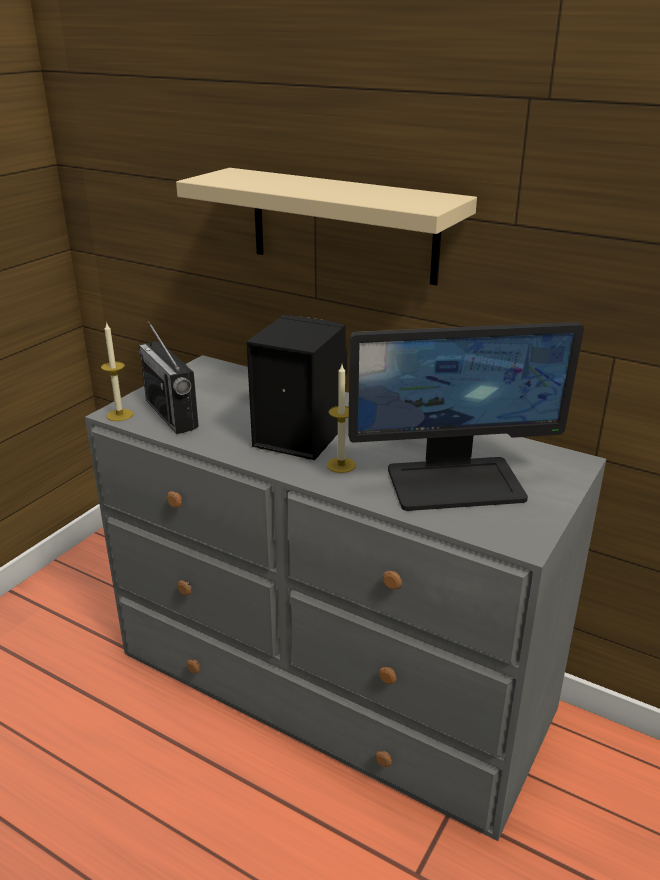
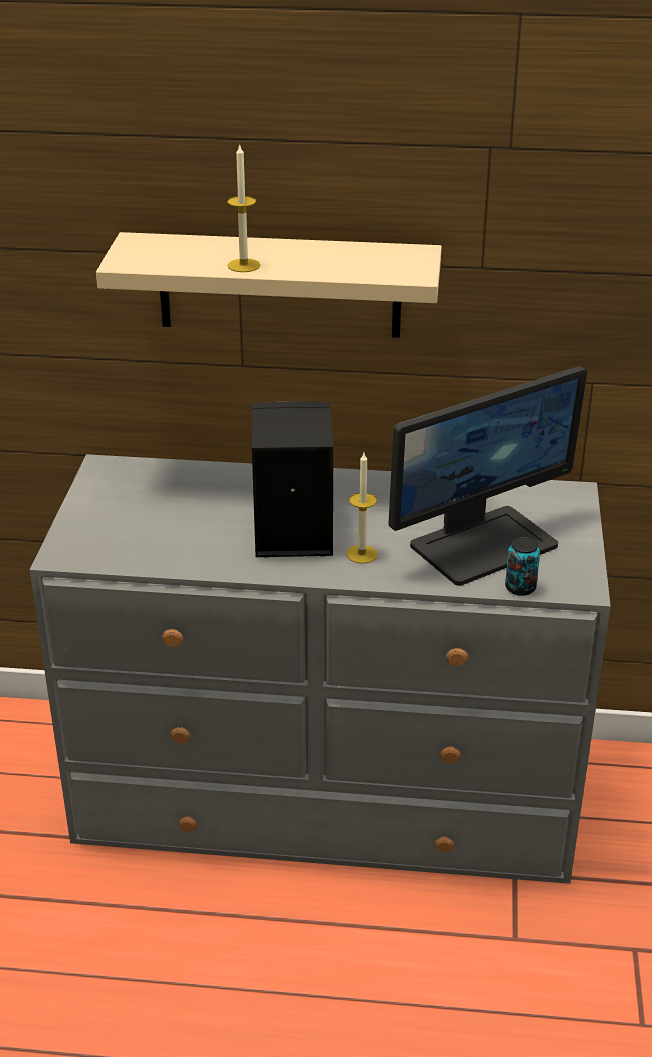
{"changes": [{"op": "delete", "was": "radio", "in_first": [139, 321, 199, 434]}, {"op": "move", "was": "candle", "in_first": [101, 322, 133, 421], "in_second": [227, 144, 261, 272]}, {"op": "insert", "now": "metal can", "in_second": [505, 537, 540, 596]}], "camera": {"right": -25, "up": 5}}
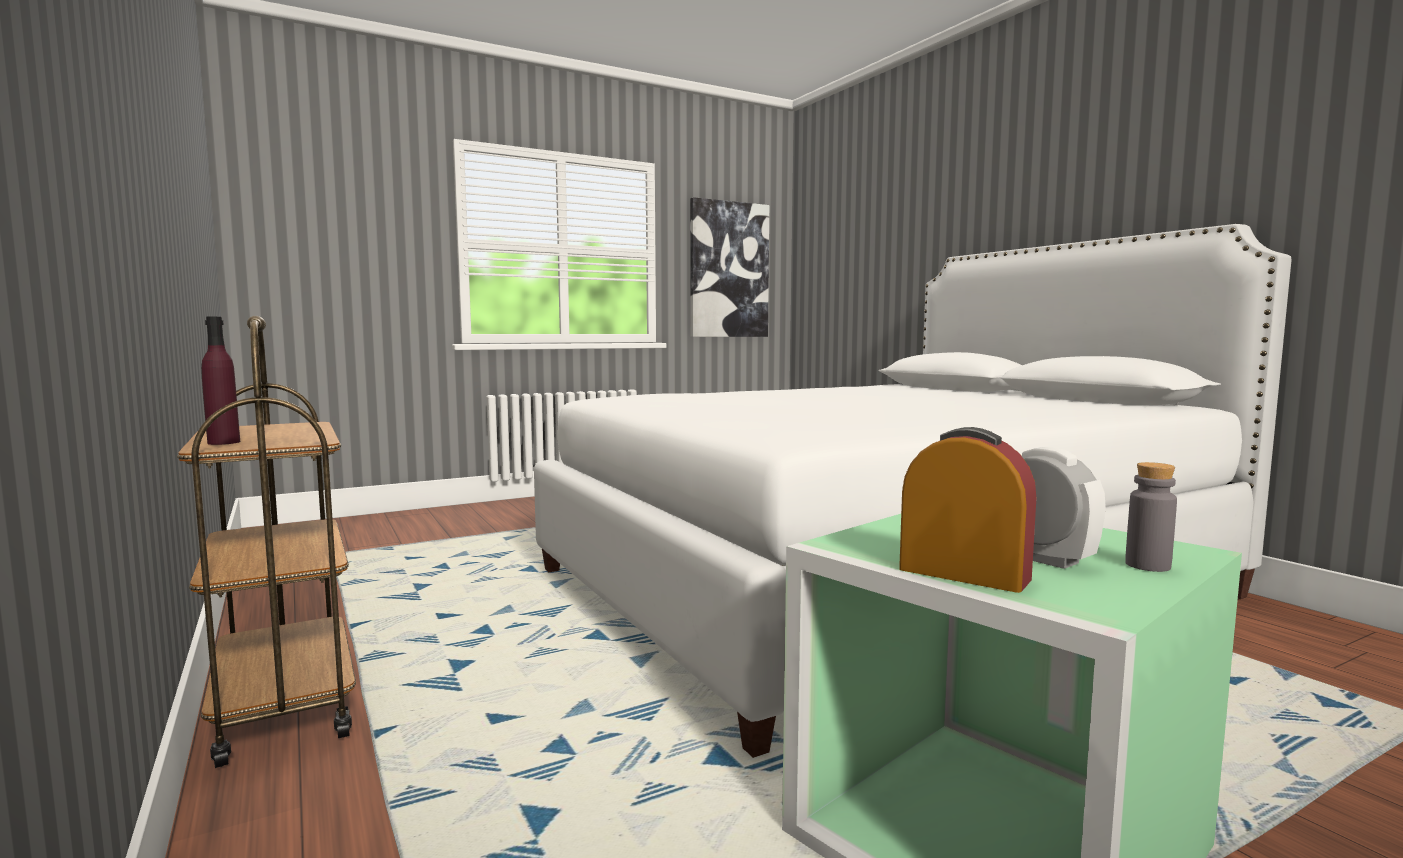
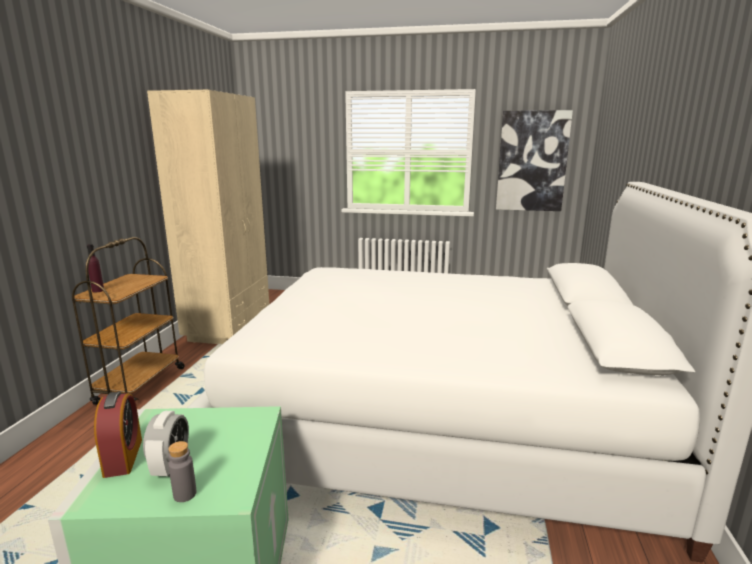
{"changes": [{"op": "insert", "now": "beige clothes cupboard", "in_second": [147, 90, 269, 344]}], "camera": {"right": 40, "up": 10}}
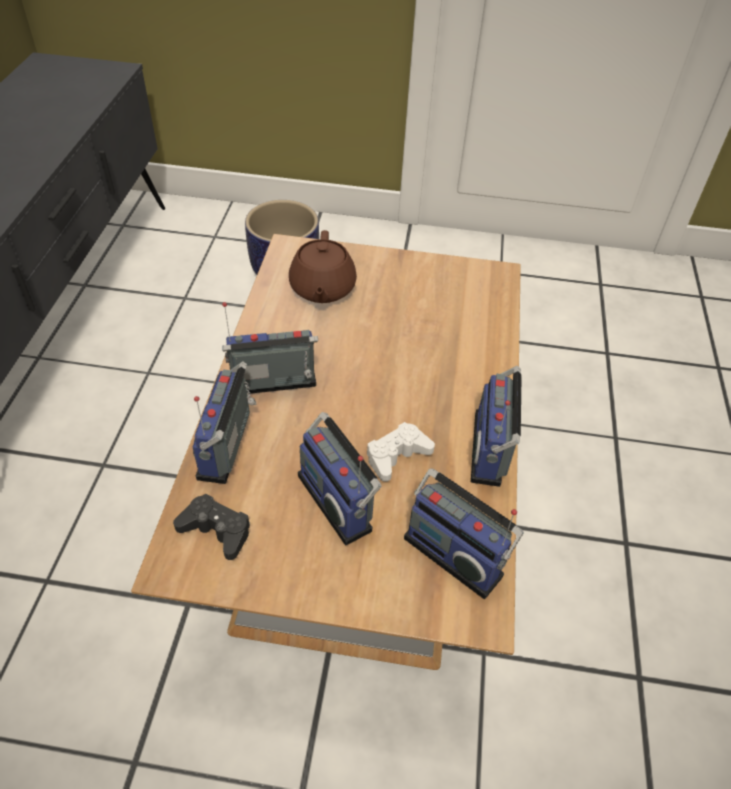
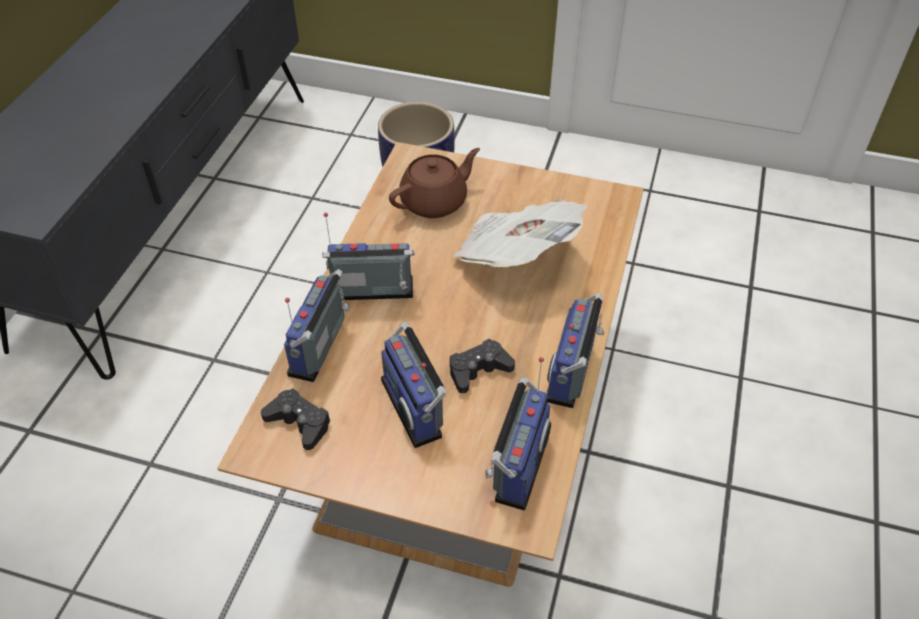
{"changes": [{"op": "rotate", "was": "brown-coloured pot for tea", "in_first": [289, 230, 357, 303], "in_second": [389, 148, 480, 218], "clockwise": -135}, {"op": "recolor", "was": "white-coloured joypad", "now": "black-coloured joypad", "in_first": [367, 422, 435, 482], "in_second": [450, 339, 515, 393]}, {"op": "rotate", "was": "radio", "in_first": [404, 469, 524, 599], "in_second": [485, 357, 551, 510], "clockwise": -120}, {"op": "insert", "now": "newspaper", "in_second": [452, 200, 588, 267]}], "camera": {"right": 10, "up": 0}}
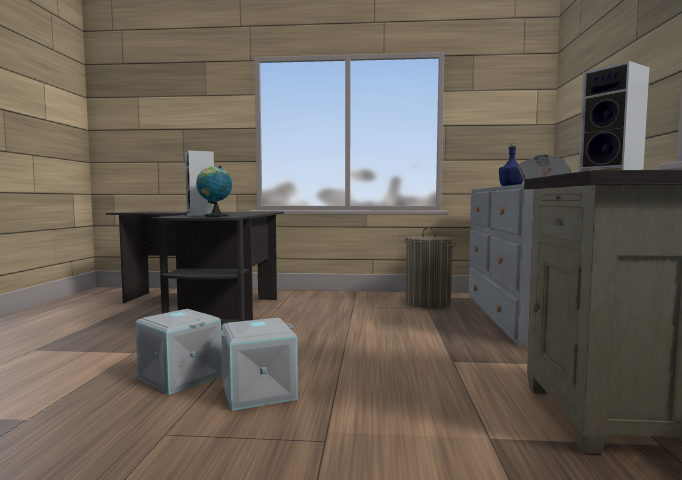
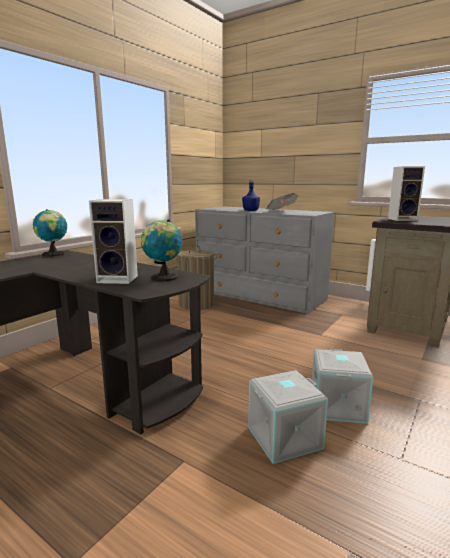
{"changes": [{"op": "insert", "now": "world globe", "in_second": [33, 209, 67, 256]}], "camera": {"right": -60, "up": 10}}
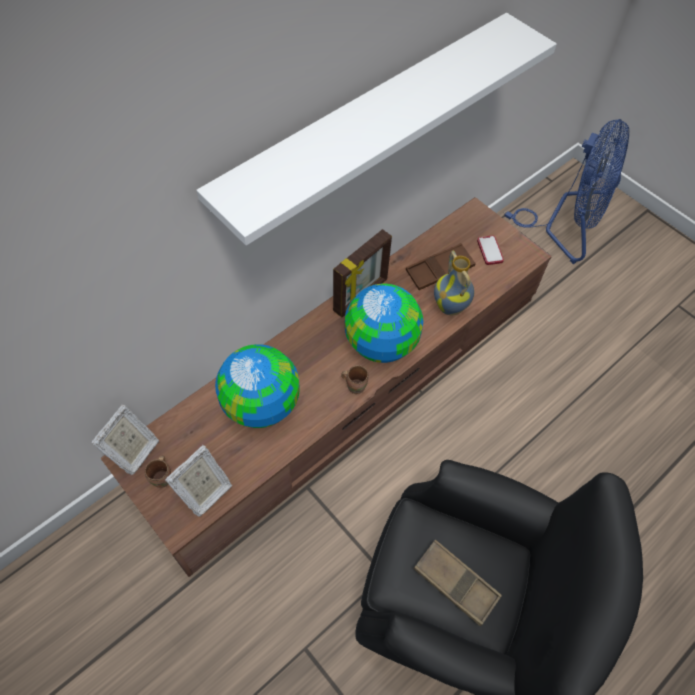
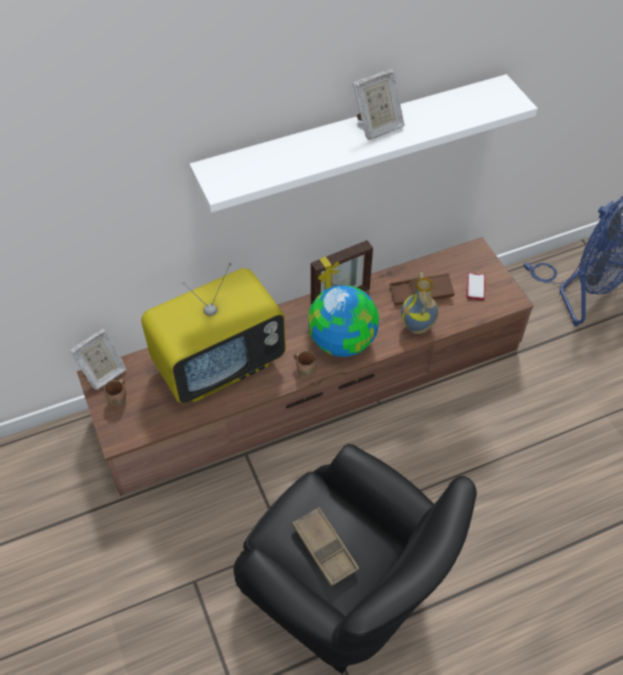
{"changes": [{"op": "replace", "was": "world globe", "now": "TV set", "in_first": [215, 344, 300, 428], "in_second": [141, 263, 286, 403]}, {"op": "move", "was": "picture frame", "in_first": [165, 445, 232, 517], "in_second": [353, 69, 405, 140]}], "camera": {"right": 20, "up": -5}}
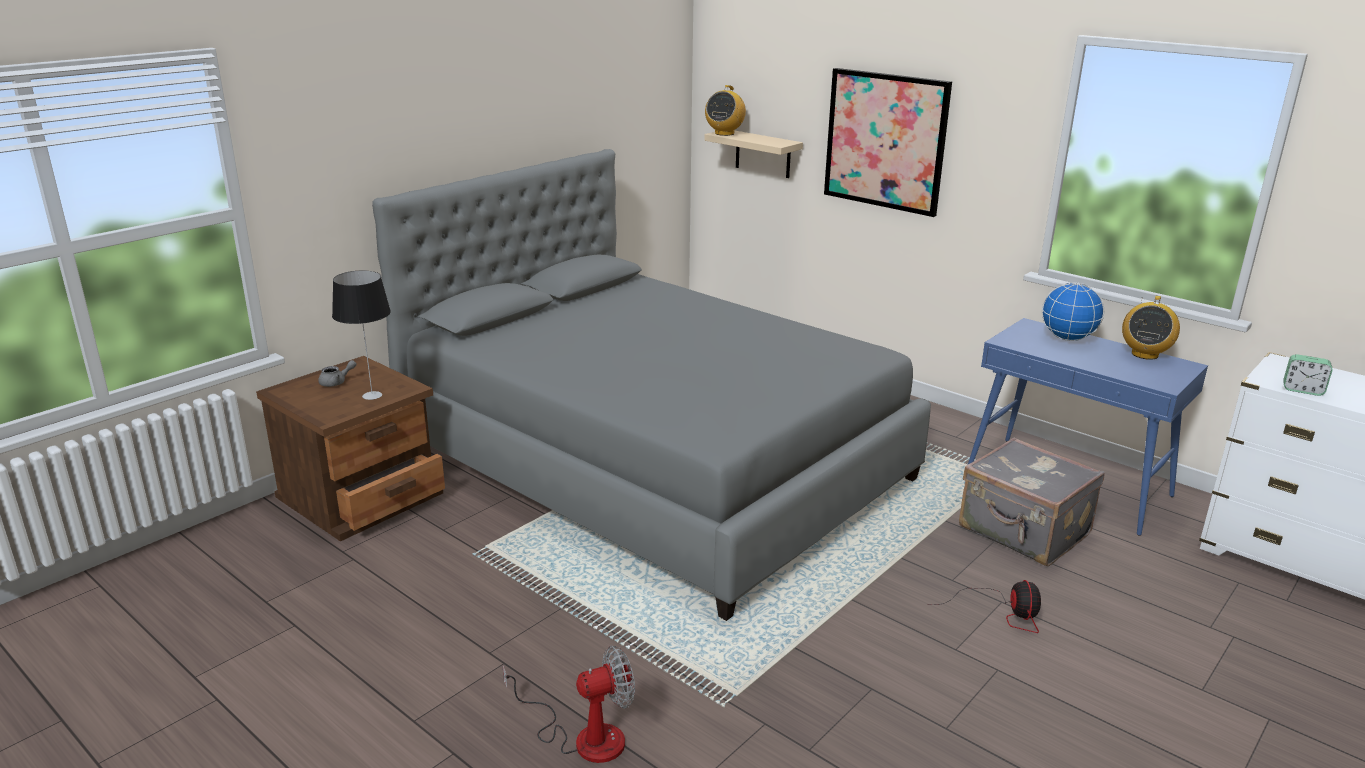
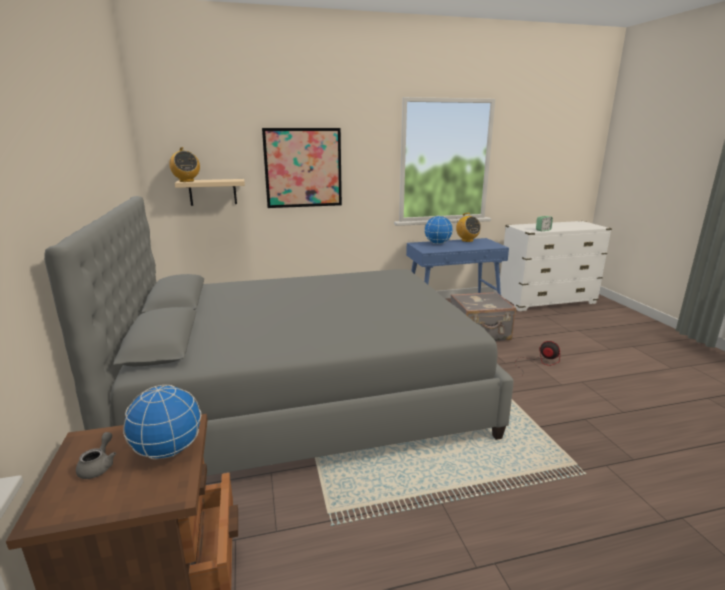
{"changes": [{"op": "replace", "was": "lamp for a table", "now": "world globe", "in_first": [332, 271, 391, 400], "in_second": [123, 385, 201, 460]}, {"op": "delete", "was": "cooling fan", "in_first": [503, 645, 635, 763]}], "camera": {"right": -55, "up": -5}}
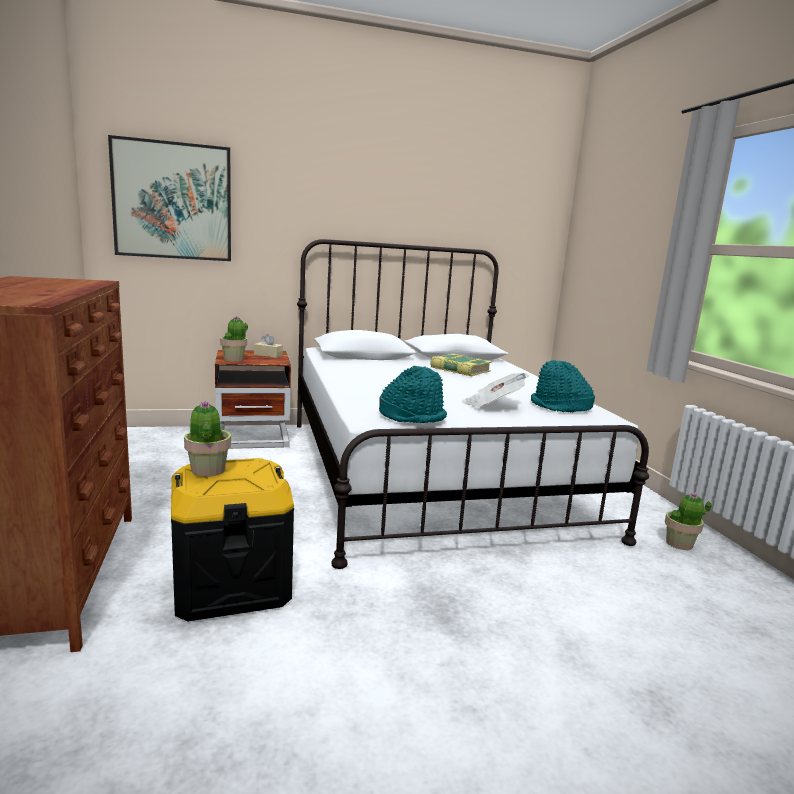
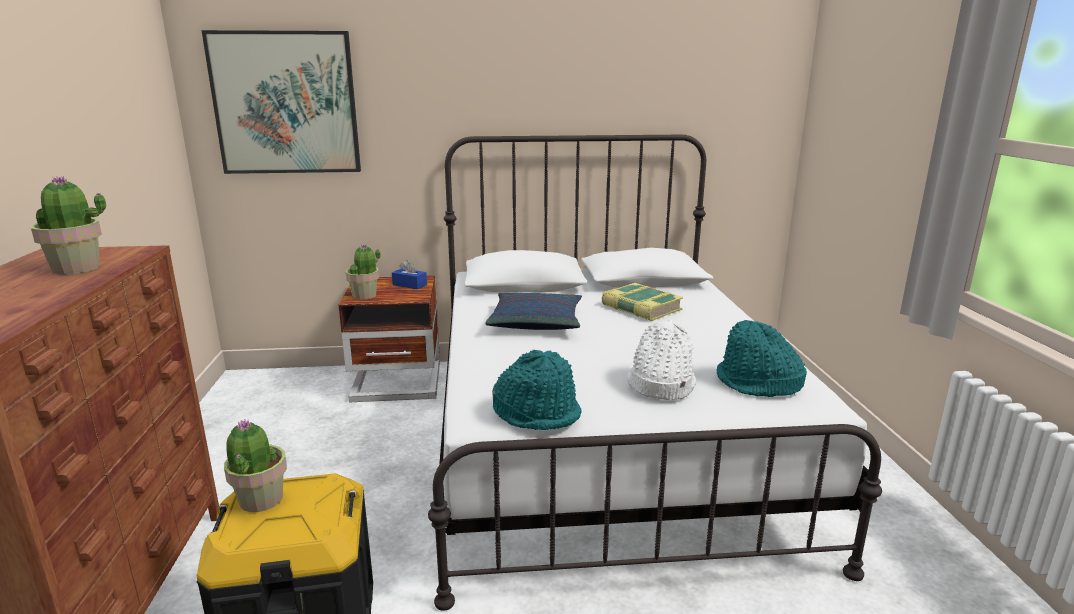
{"changes": [{"op": "recolor", "was": "beige tissue holder", "now": "blue-coloured tissue holder", "in_first": [254, 334, 283, 358], "in_second": [392, 260, 427, 289]}, {"op": "replace", "was": "newspaper", "now": "white-coloured wearable hat", "in_first": [462, 373, 529, 408], "in_second": [627, 319, 696, 400]}, {"op": "move", "was": "potted plant", "in_first": [665, 492, 711, 550], "in_second": [30, 176, 106, 275]}, {"op": "insert", "now": "blue-coloured cushion", "in_second": [485, 293, 582, 330]}], "camera": {"right": 10, "up": 5}}
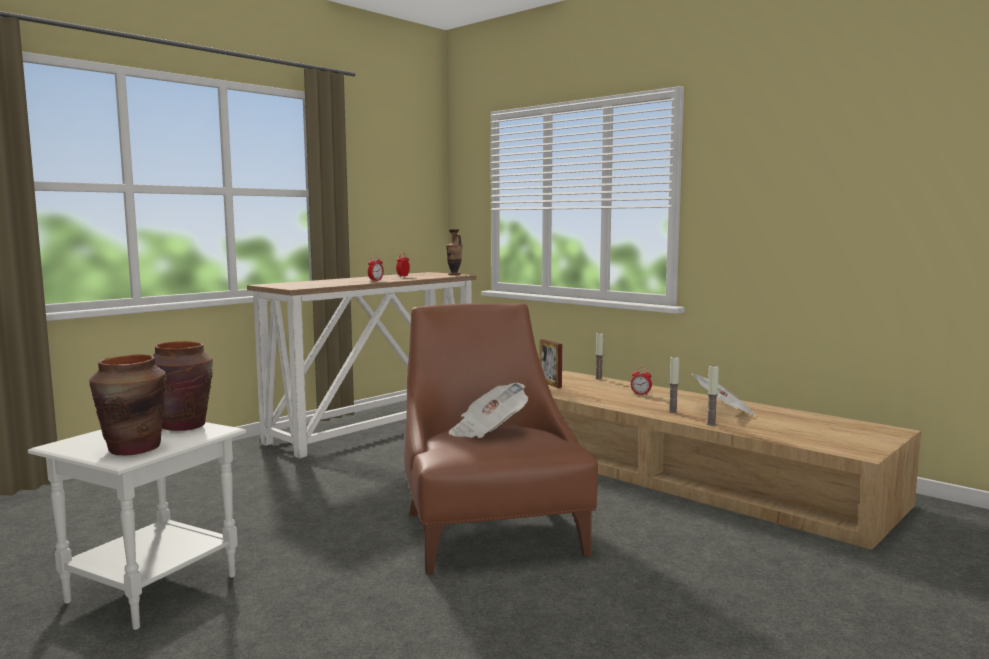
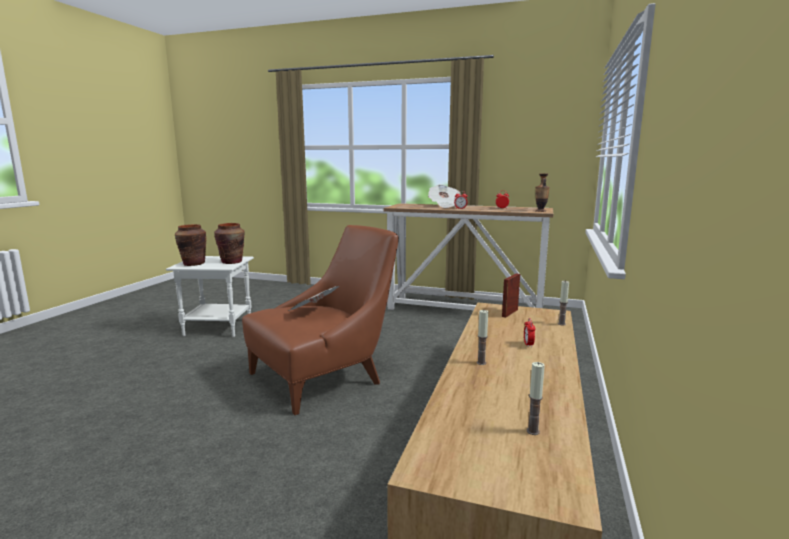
{"changes": [{"op": "move", "was": "candle", "in_first": [706, 366, 719, 426], "in_second": [527, 362, 545, 435]}, {"op": "move", "was": "newspaper", "in_first": [691, 374, 757, 416], "in_second": [428, 185, 461, 208]}], "camera": {"right": 65, "up": 5}}
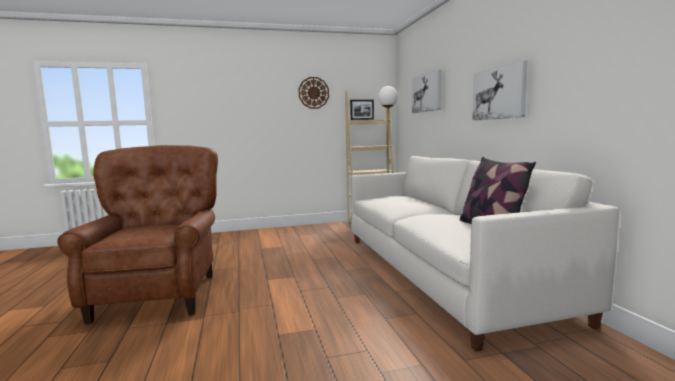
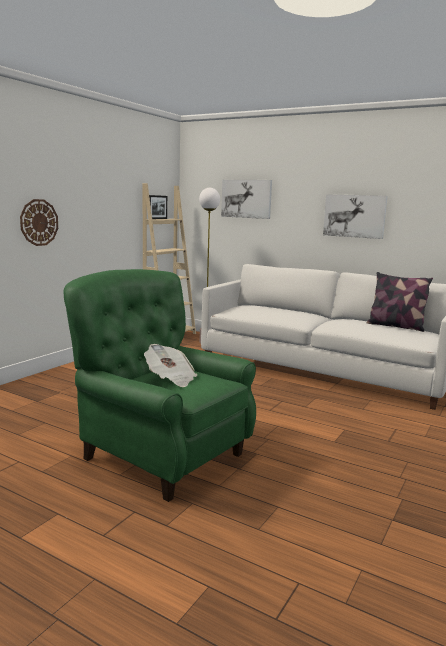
{"changes": [{"op": "move", "was": "wall clock", "in_first": [298, 77, 329, 109], "in_second": [20, 199, 58, 246]}, {"op": "recolor", "was": "brown-coloured armchair", "now": "green armchair", "in_first": [57, 145, 218, 324], "in_second": [64, 269, 256, 502]}, {"op": "insert", "now": "newspaper", "in_second": [144, 344, 197, 387]}], "camera": {"right": -45, "up": 5}}
